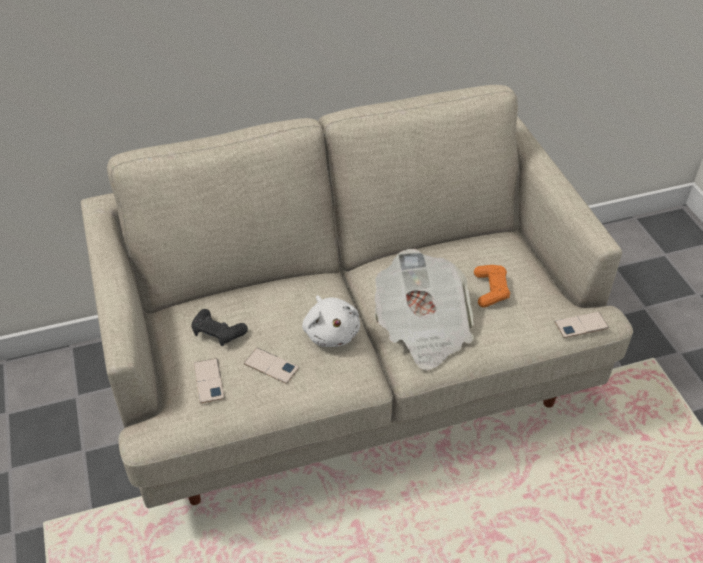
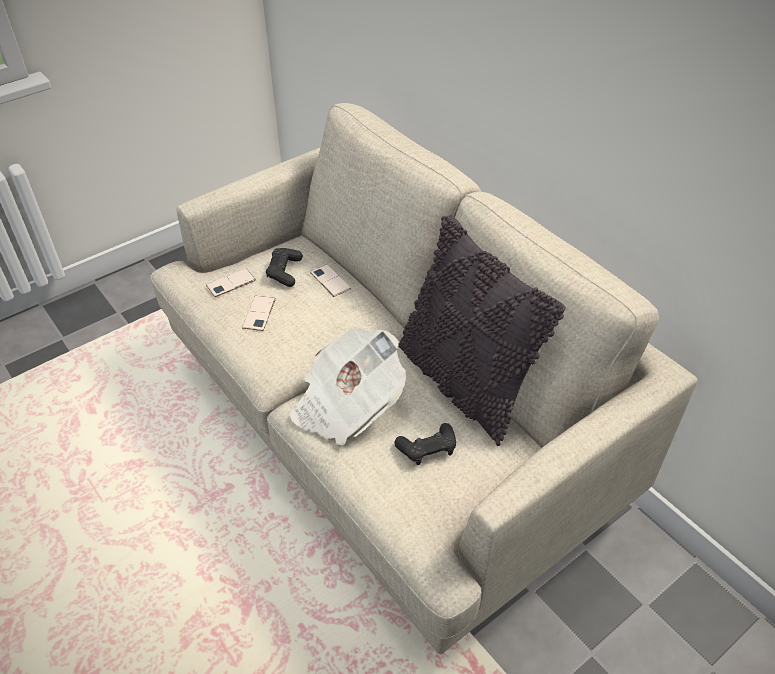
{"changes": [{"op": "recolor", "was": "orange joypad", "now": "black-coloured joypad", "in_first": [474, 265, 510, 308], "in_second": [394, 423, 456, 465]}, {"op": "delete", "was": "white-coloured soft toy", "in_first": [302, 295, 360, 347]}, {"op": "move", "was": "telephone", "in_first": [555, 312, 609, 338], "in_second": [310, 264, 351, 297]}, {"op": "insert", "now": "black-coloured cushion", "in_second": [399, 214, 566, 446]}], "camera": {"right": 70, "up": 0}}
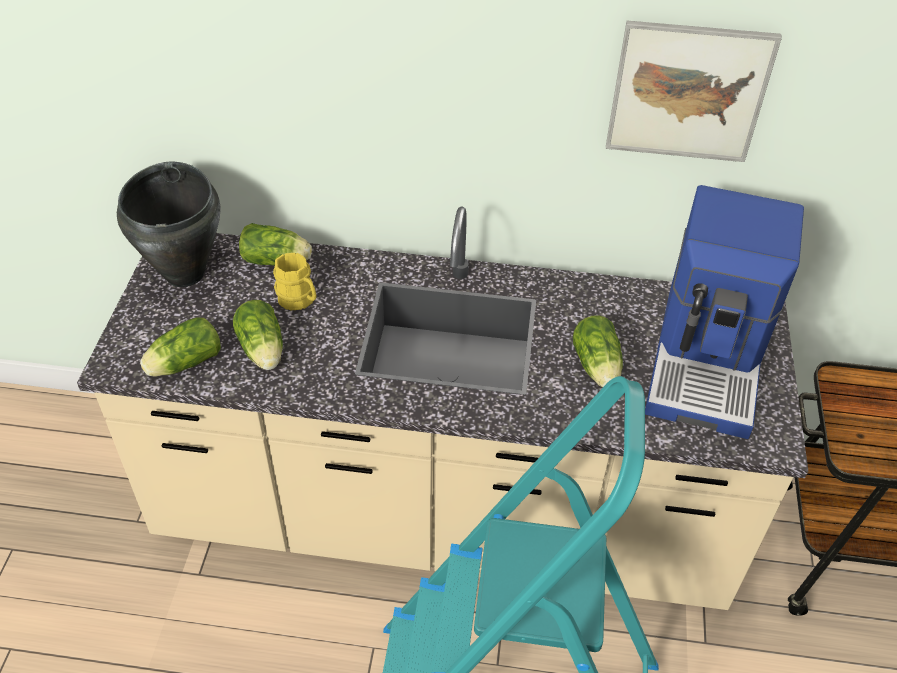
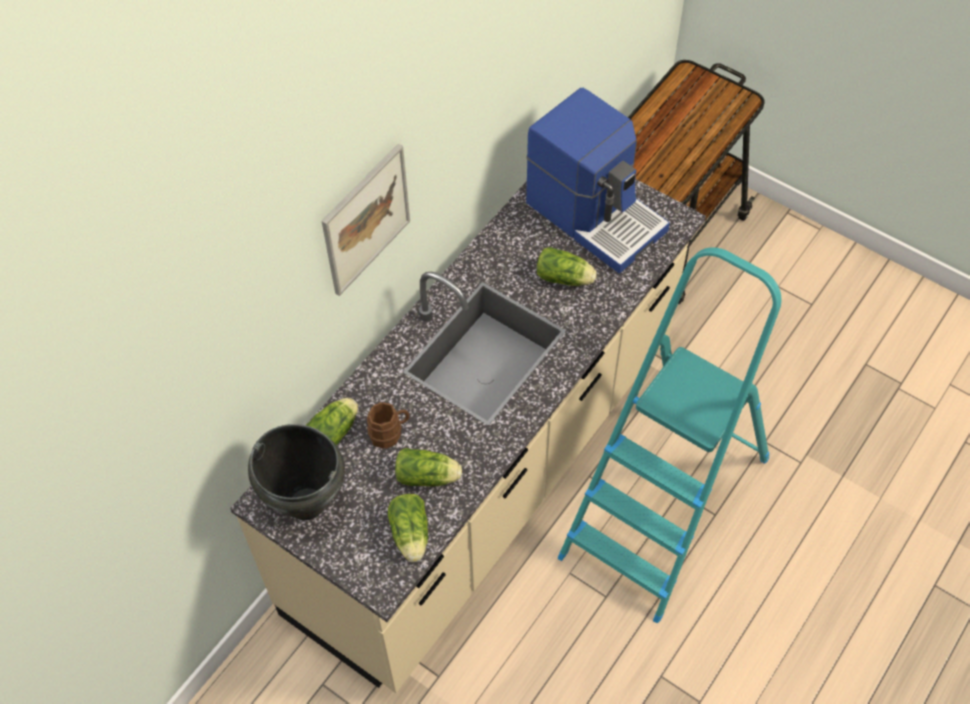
{"changes": [{"op": "move", "was": "picture", "in_first": [606, 21, 782, 162], "in_second": [322, 144, 410, 296]}, {"op": "recolor", "was": "yellowish tea mug", "now": "brown-coloured tea mug", "in_first": [273, 253, 316, 311], "in_second": [367, 402, 409, 449]}], "camera": {"right": -60, "up": 10}}
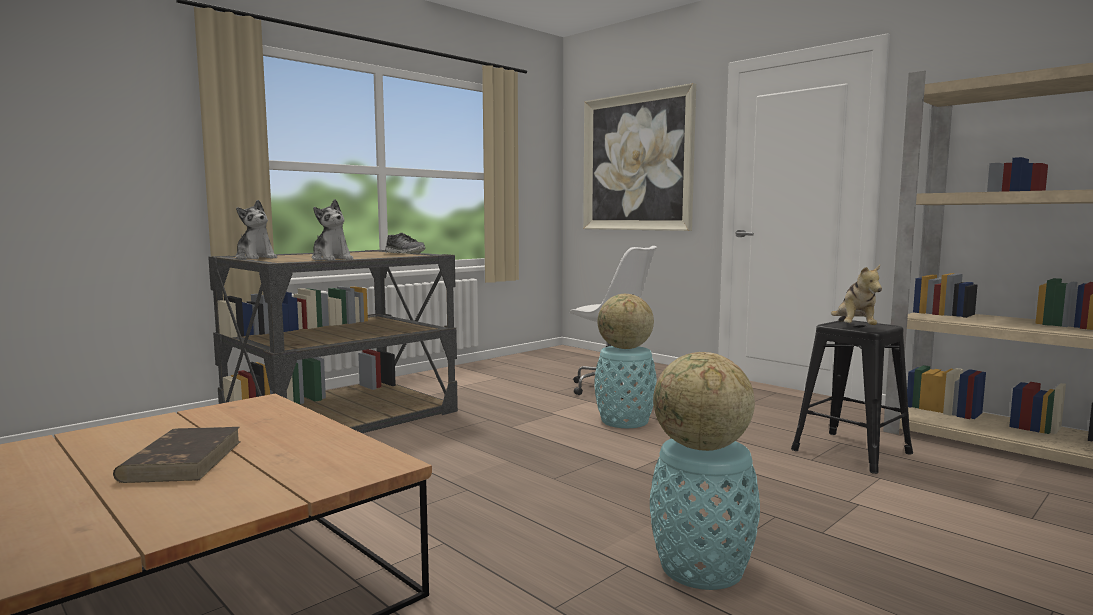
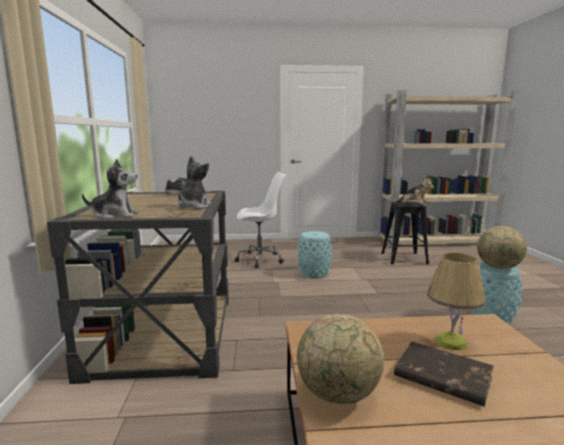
{"changes": [{"op": "delete", "was": "picture", "in_first": [583, 83, 696, 231]}, {"op": "rotate", "was": "soft toy", "in_first": [312, 199, 353, 261], "in_second": [177, 156, 211, 209], "clockwise": -75}, {"op": "move", "was": "world globe", "in_first": [597, 294, 654, 349], "in_second": [297, 314, 384, 405]}, {"op": "insert", "now": "lamp for a table", "in_second": [427, 253, 485, 350]}], "camera": {"right": -50, "up": 5}}
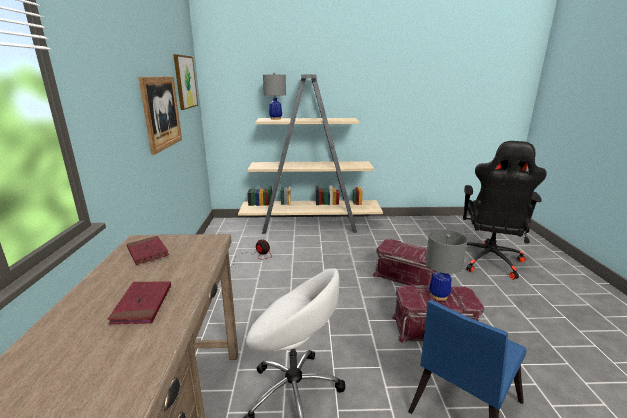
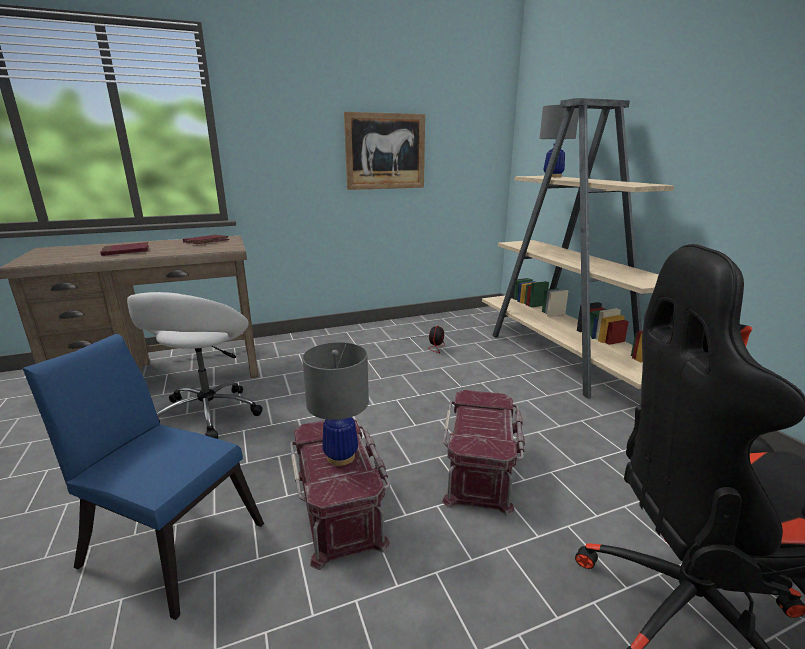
{"changes": [{"op": "delete", "was": "picture", "in_first": [173, 54, 198, 110]}], "camera": {"right": 70, "up": 0}}
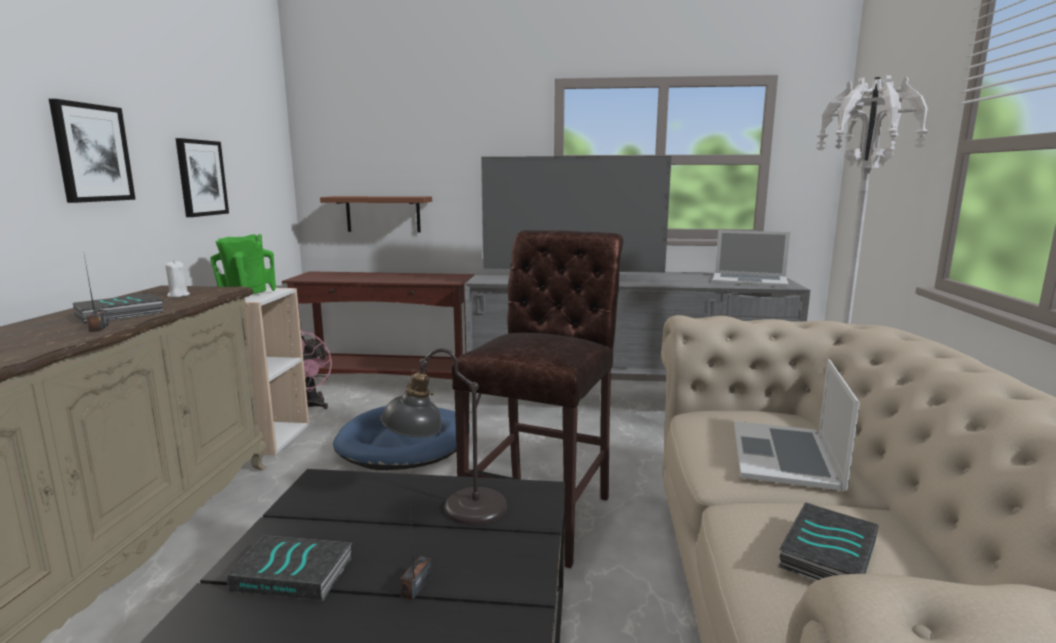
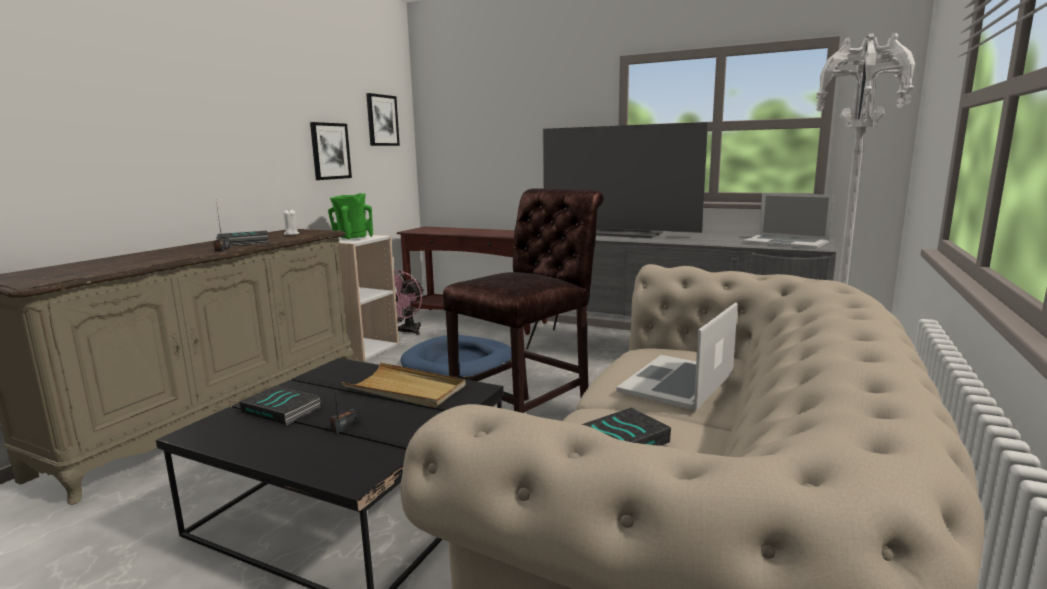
{"changes": [{"op": "move", "was": "picture", "in_first": [49, 99, 136, 203], "in_second": [366, 93, 400, 146]}, {"op": "delete", "was": "brown-coloured shelf", "in_first": [320, 196, 432, 232]}, {"op": "replace", "was": "gray lamp for a table", "now": "beige carrying tray", "in_first": [381, 348, 507, 525], "in_second": [341, 362, 466, 408]}], "camera": {"right": 20, "up": 0}}
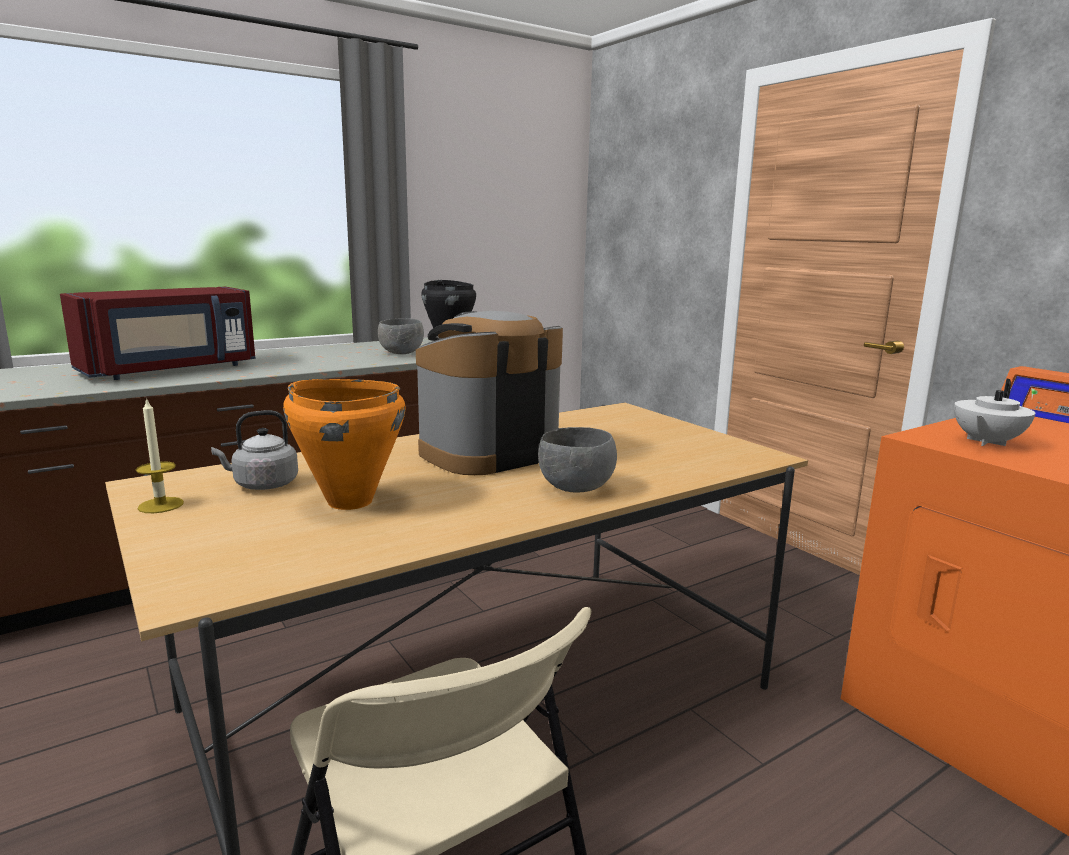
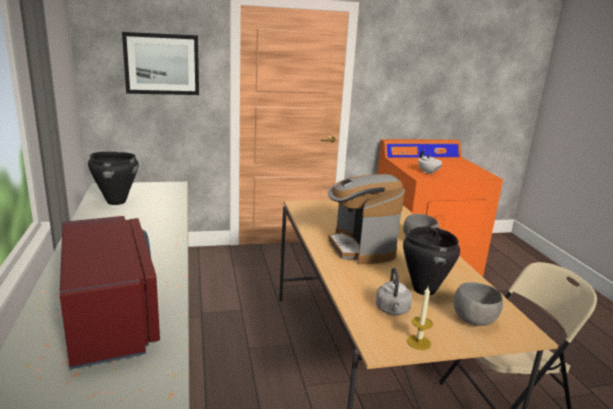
{"changes": [{"op": "move", "was": "gray serving bowl", "in_first": [378, 318, 424, 354], "in_second": [453, 282, 503, 326]}, {"op": "recolor", "was": "orange saucepot", "now": "black-coloured saucepot", "in_first": [283, 379, 406, 510], "in_second": [403, 227, 460, 296]}, {"op": "insert", "now": "picture", "in_second": [122, 32, 199, 95]}], "camera": {"right": -70, "up": 5}}
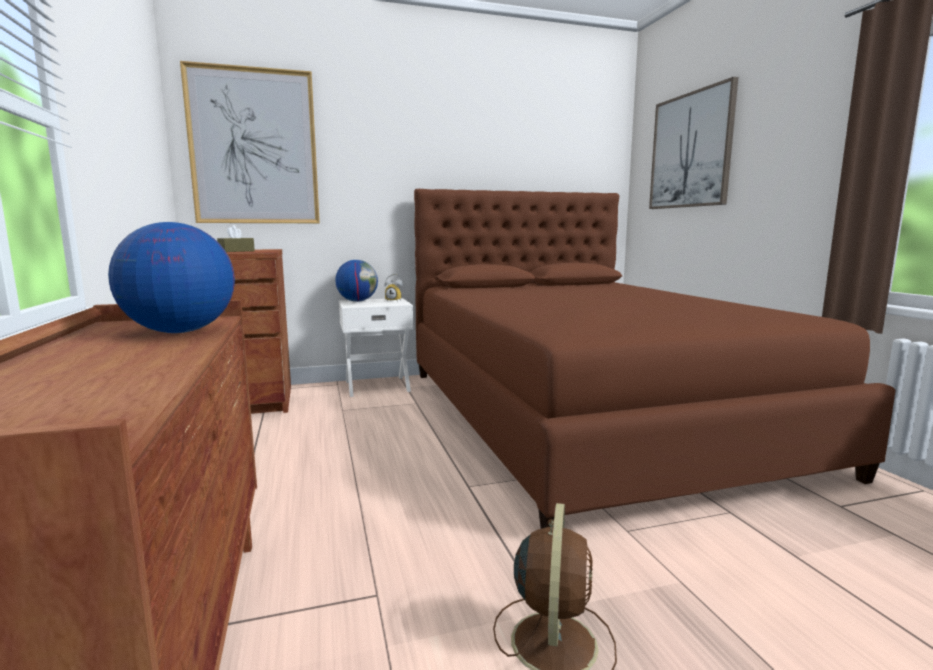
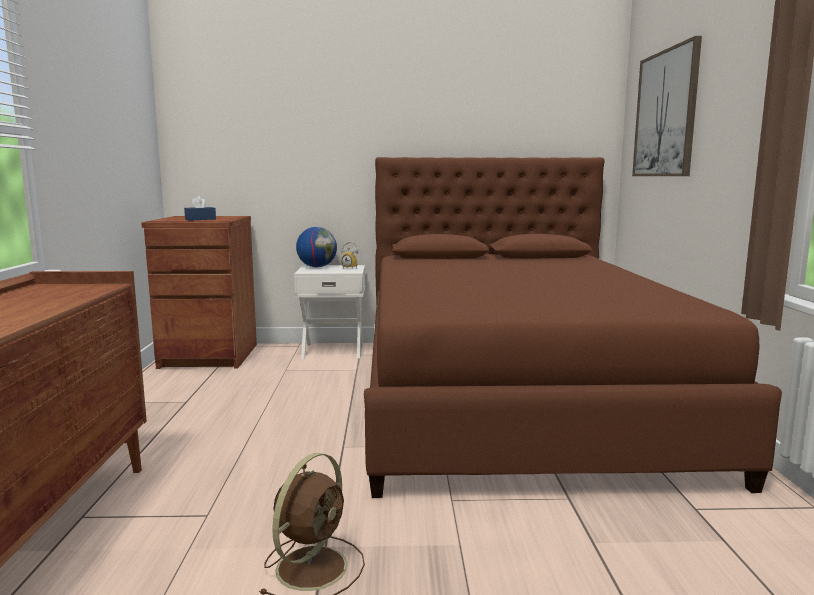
{"changes": [{"op": "delete", "was": "picture", "in_first": [180, 61, 320, 223]}, {"op": "delete", "was": "world globe", "in_first": [108, 222, 235, 333]}, {"op": "recolor", "was": "brown-coloured tissue holder", "now": "blue-coloured tissue holder", "in_first": [217, 225, 255, 252], "in_second": [184, 196, 216, 221]}], "camera": {"right": 15, "up": 0}}
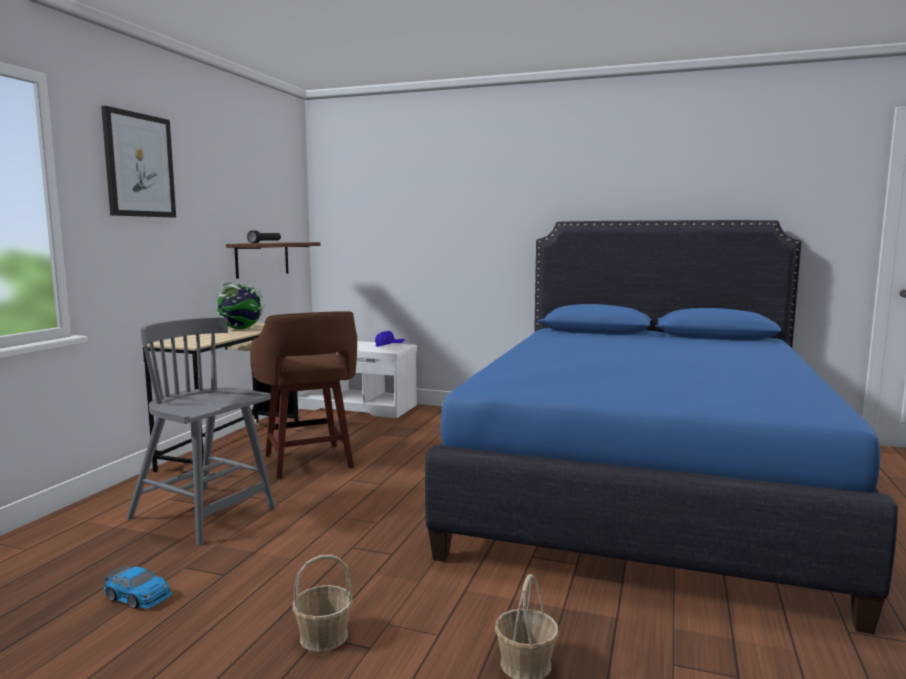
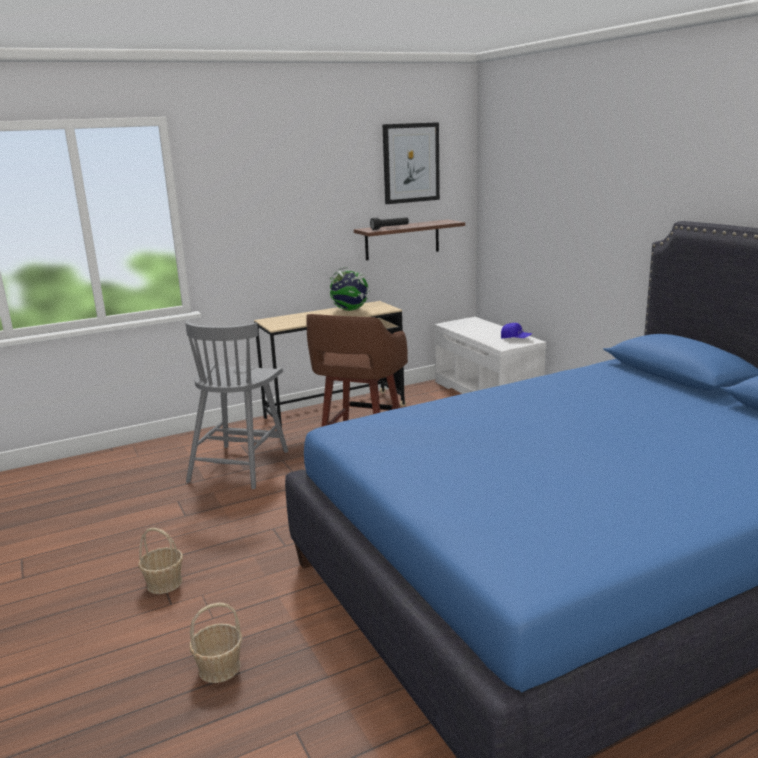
{"changes": [{"op": "move", "was": "picture", "in_first": [101, 106, 176, 217], "in_second": [383, 122, 440, 204]}, {"op": "rotate", "was": "gray upright chair", "in_first": [126, 317, 276, 545], "in_second": [185, 320, 288, 489], "clockwise": -150}, {"op": "delete", "was": "miniature car", "in_first": [104, 565, 172, 609]}], "camera": {"right": 45, "up": 10}}
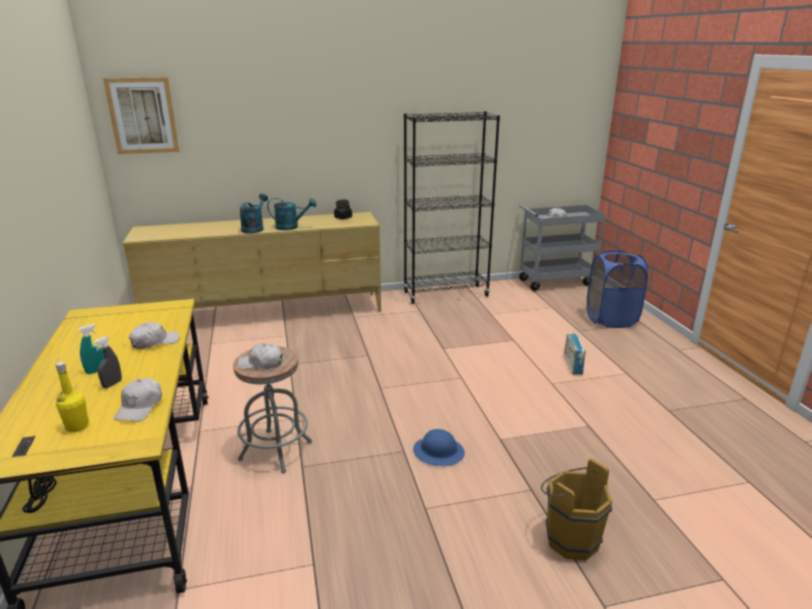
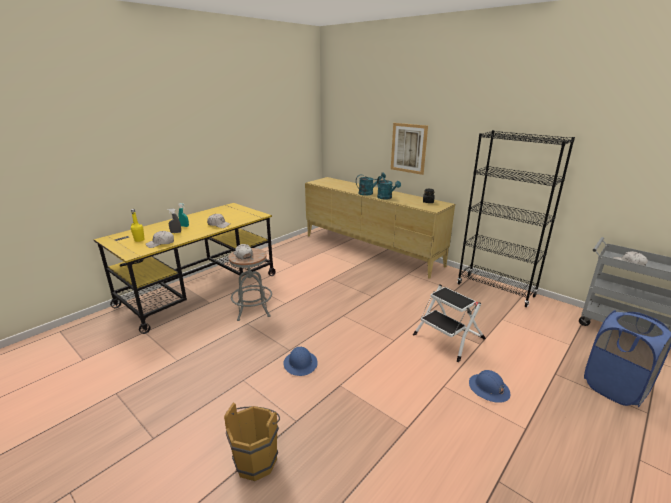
{"changes": [{"op": "move", "was": "picture", "in_first": [103, 77, 179, 154], "in_second": [391, 123, 428, 175]}, {"op": "replace", "was": "radio", "now": "blue-coloured safety helmet", "in_first": [564, 330, 586, 375], "in_second": [469, 370, 510, 403]}, {"op": "insert", "now": "step ladder", "in_second": [413, 284, 486, 362]}], "camera": {"right": 55, "up": 0}}
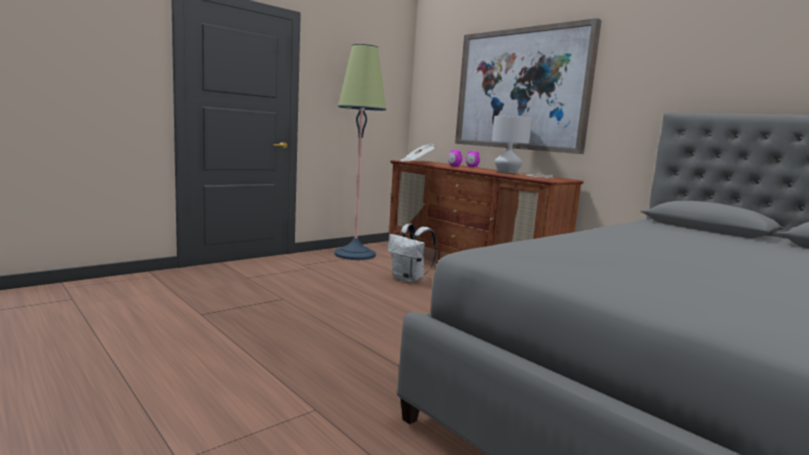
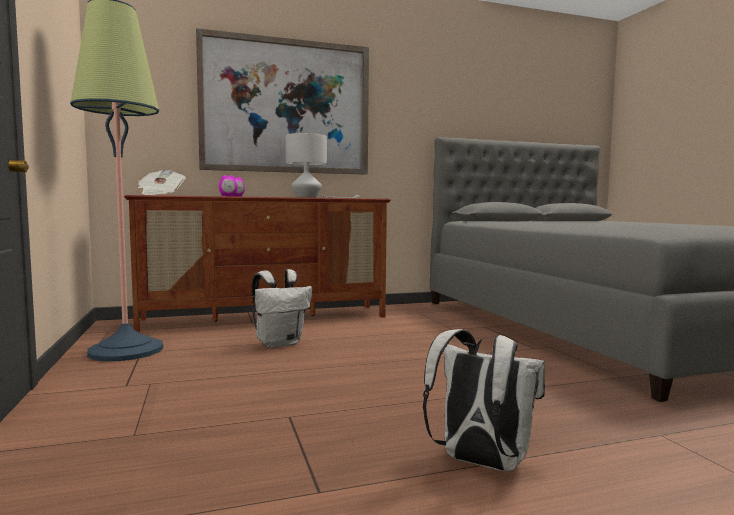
{"changes": [{"op": "insert", "now": "white-coloured backpack", "in_second": [423, 329, 545, 471]}], "camera": {"right": -65, "up": -5}}
